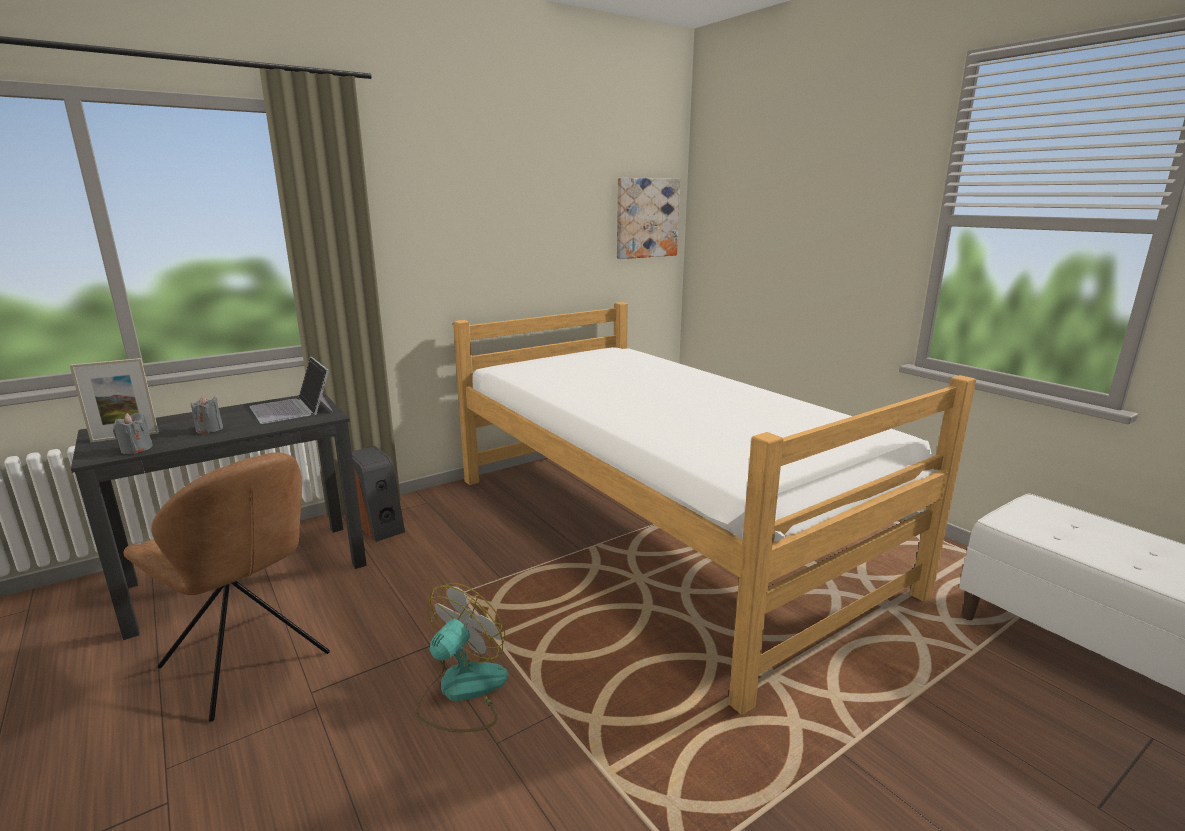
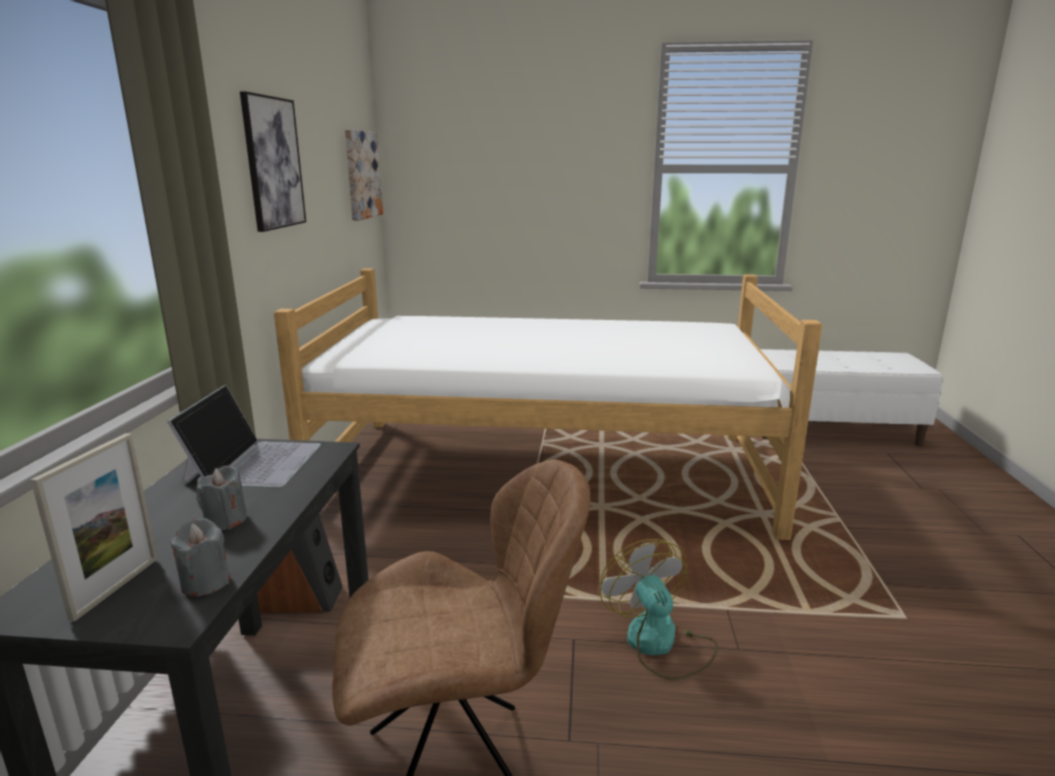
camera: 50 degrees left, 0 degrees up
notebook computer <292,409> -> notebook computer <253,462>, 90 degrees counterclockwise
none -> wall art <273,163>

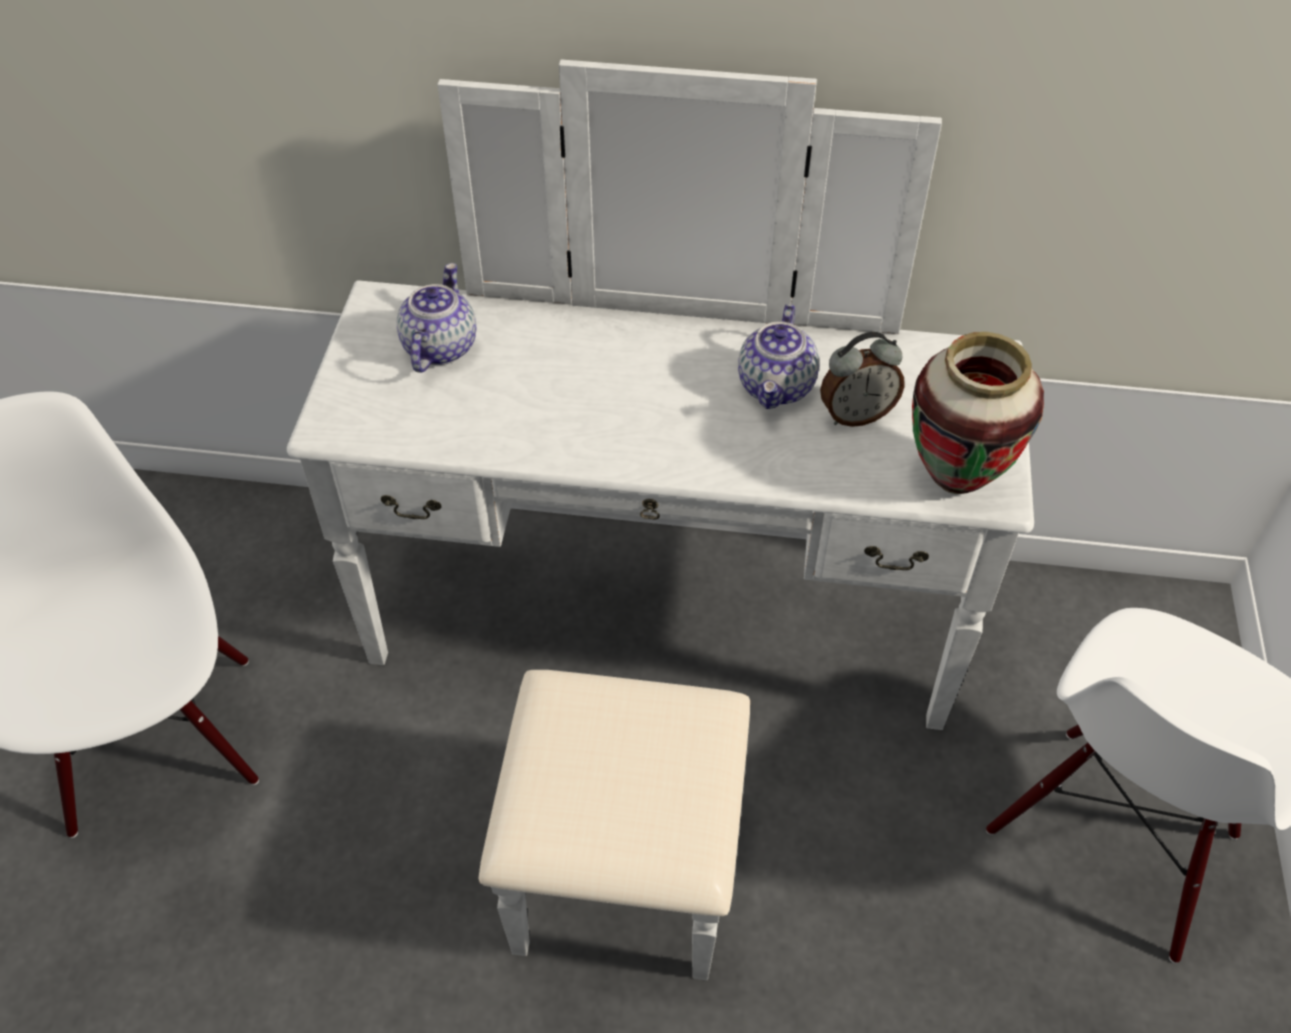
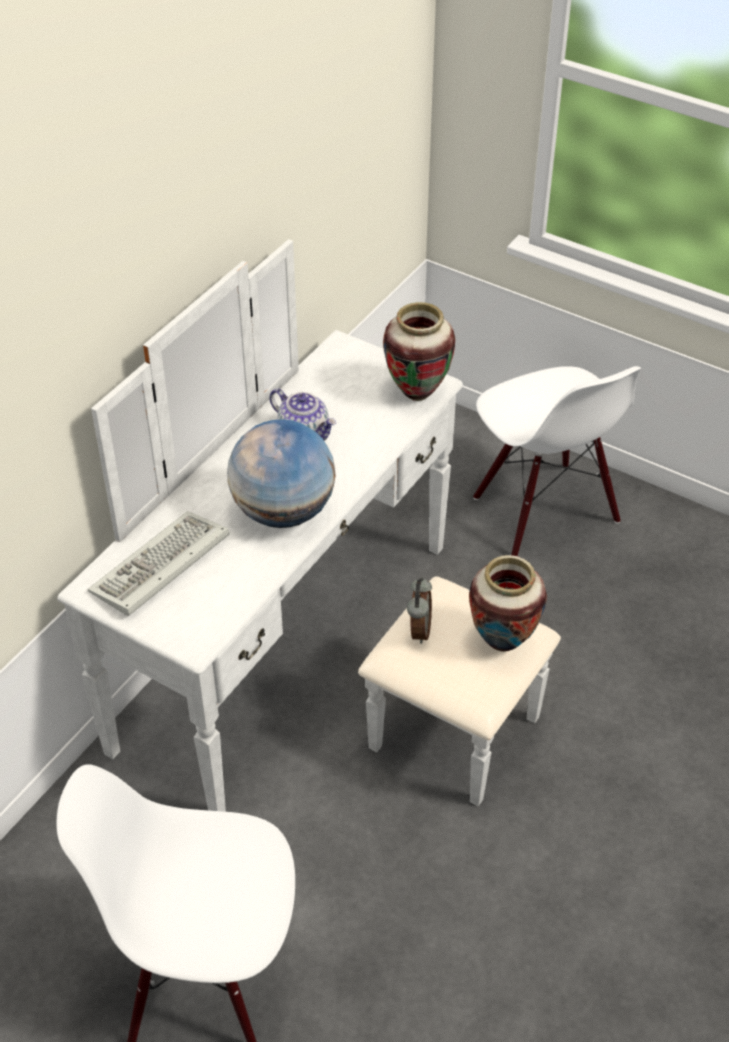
camera: 65 degrees left, 5 degrees down
tea pot <439,346> -> keyboard <159,569>
none -> world globe <284,511>
table clock <856,414> -> table clock <418,630>, relocated
none -> vase <502,642>

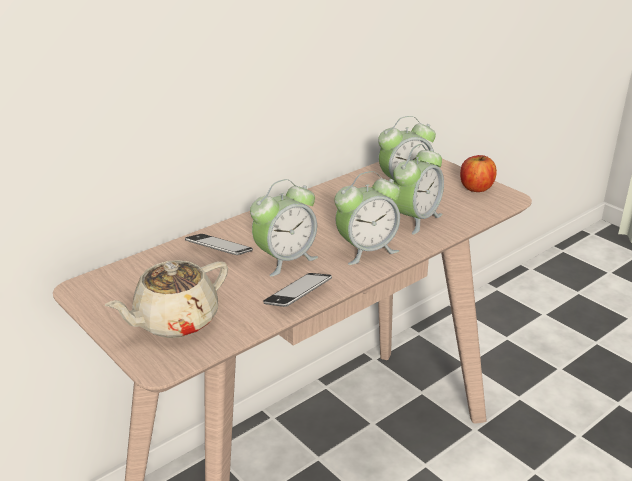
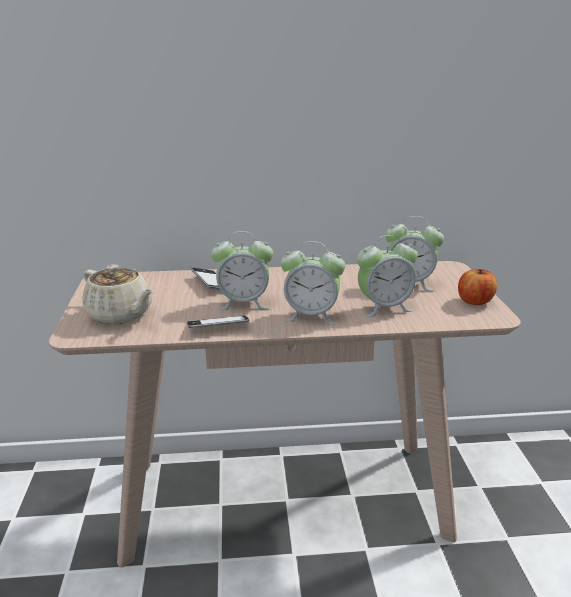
camera: 35 degrees right, 5 degrees down
tea pot/sand-coloured <175,321> -> tea pot/sand-coloured <120,314>, 135 degrees counterclockwise

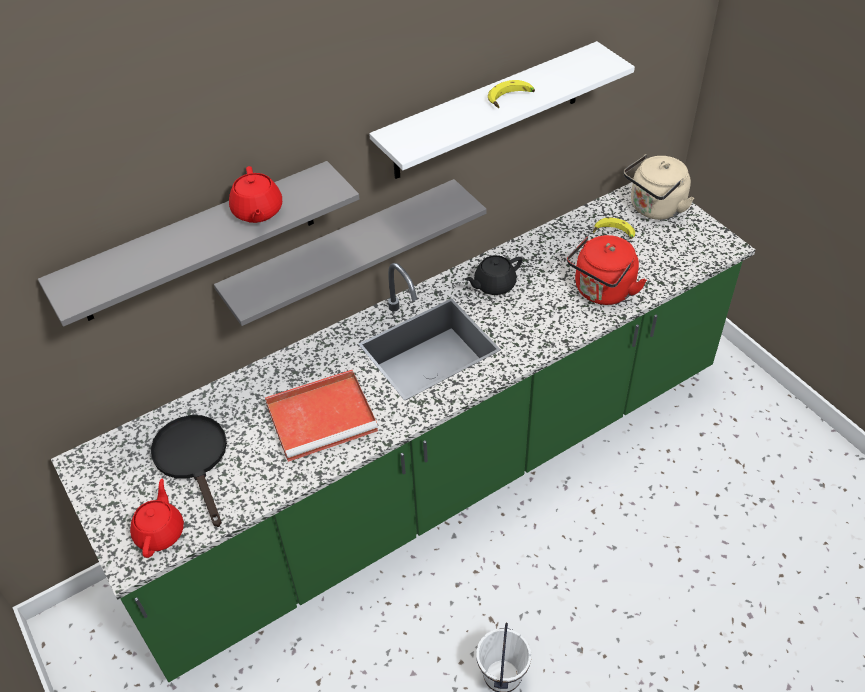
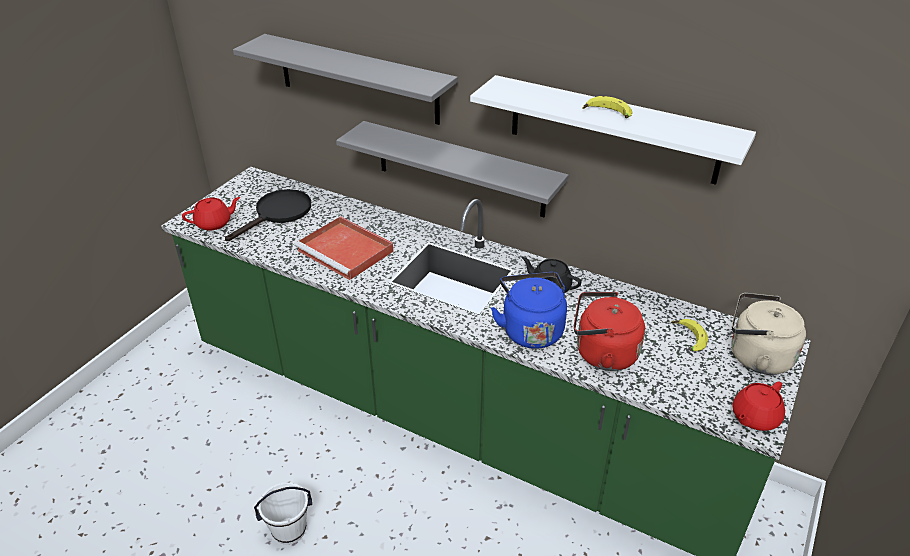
camera: 60 degrees right, 10 degrees down
none -> kettle/blue <530,330>
tea pot/red <257,212> -> tea pot/red <754,417>, relocated

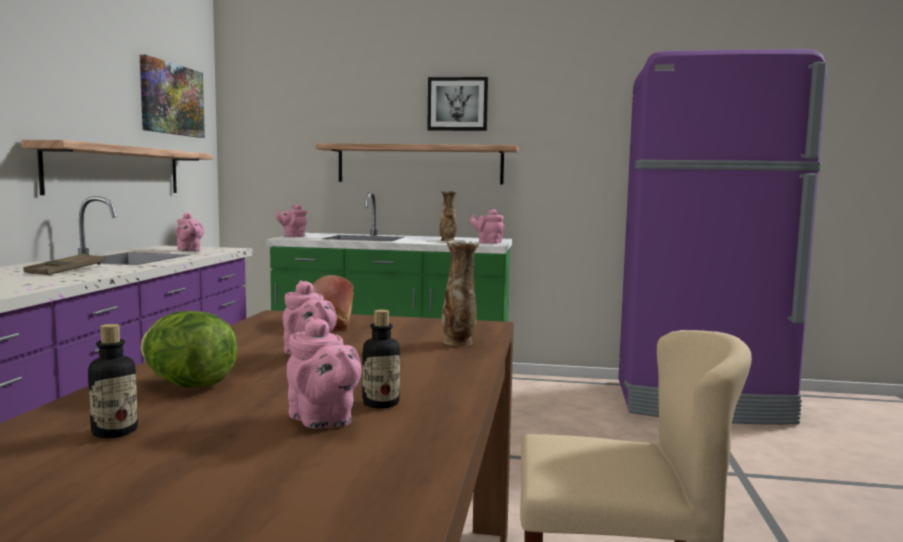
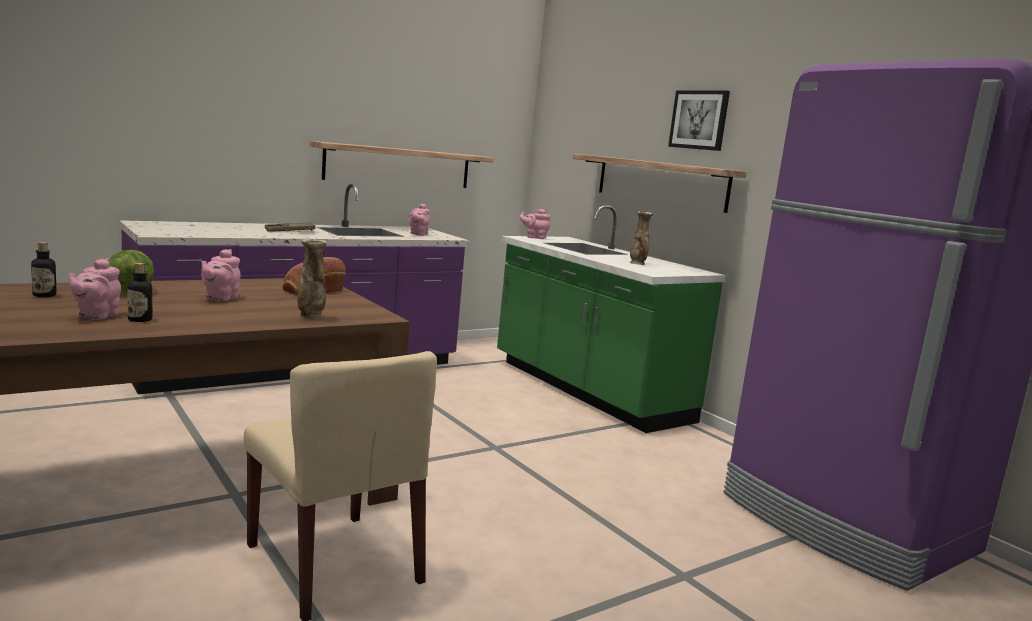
camera: 45 degrees right, 5 degrees up
wall art <171,99> -> none
tea pot/pink-coloured <488,243> -> none

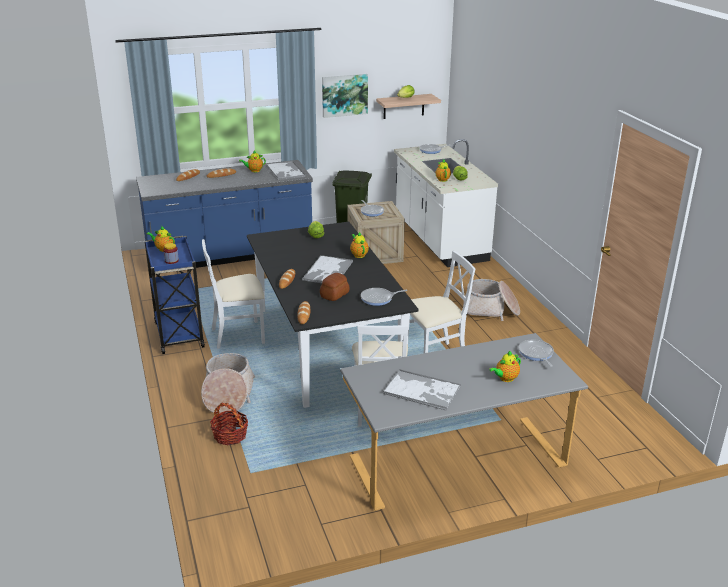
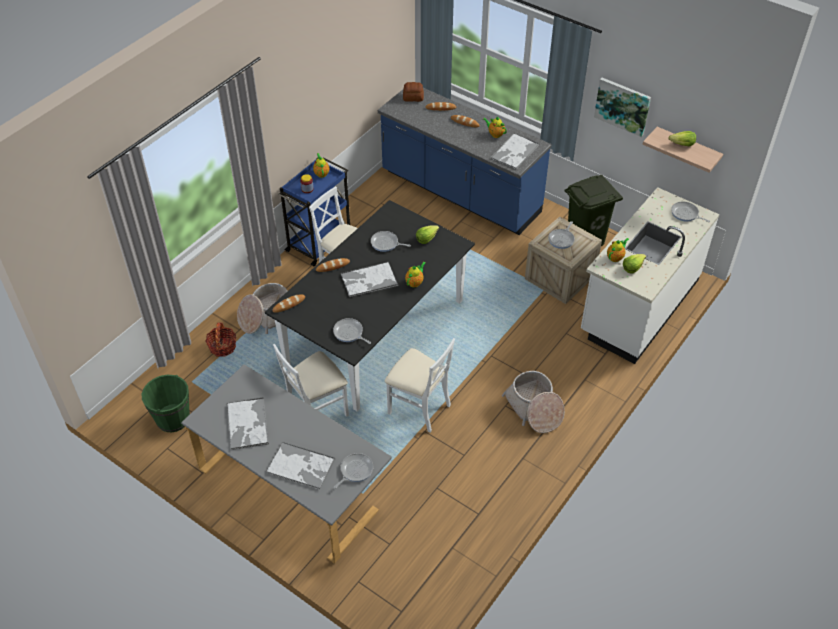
camera: 55 degrees right, 20 degrees up
none -> water bucket/greenish <173,419>
tea pot <505,378> -> serving tray <301,466>
none -> frying pan <386,243>
bakery bread <334,295> -> bakery bread <413,97>, relocated

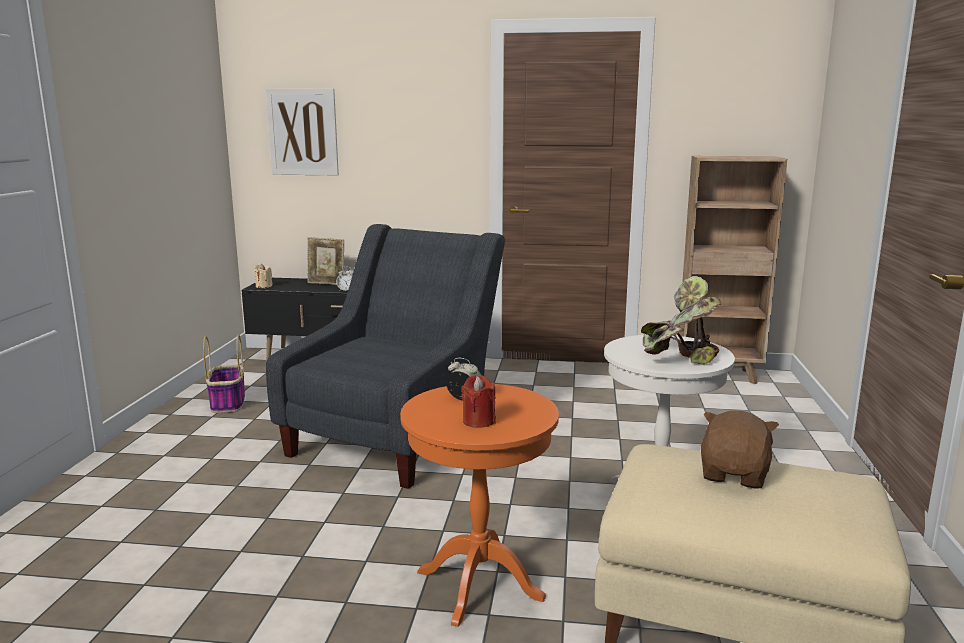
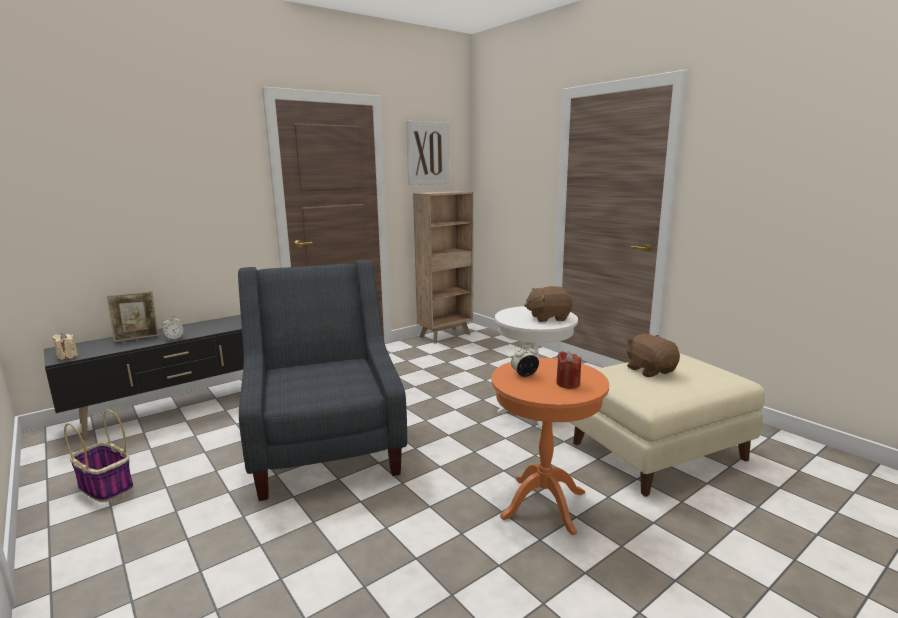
camera: 45 degrees left, 0 degrees up
wall art <303,132> -> wall art <427,153>, relocated
plant in a pot <677,357> -> plush toy/brown <548,318>

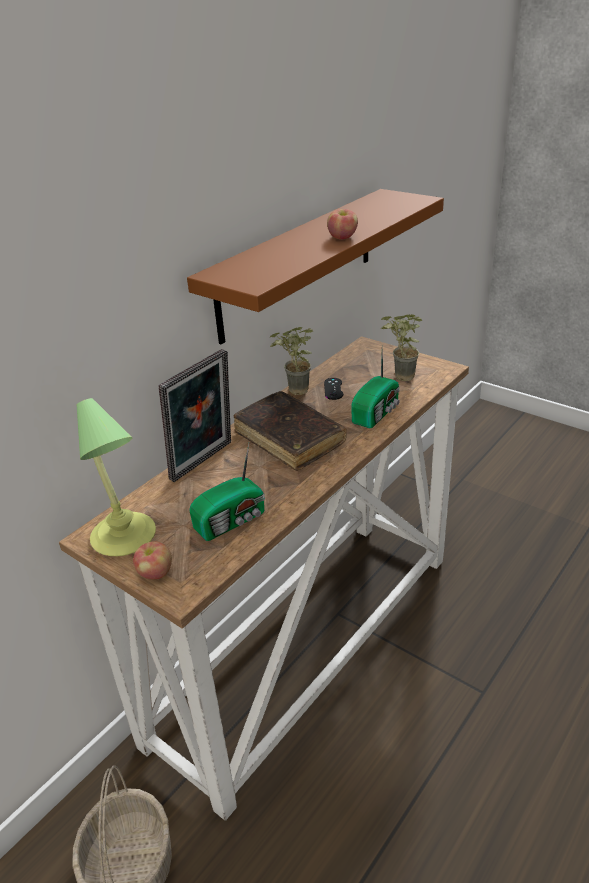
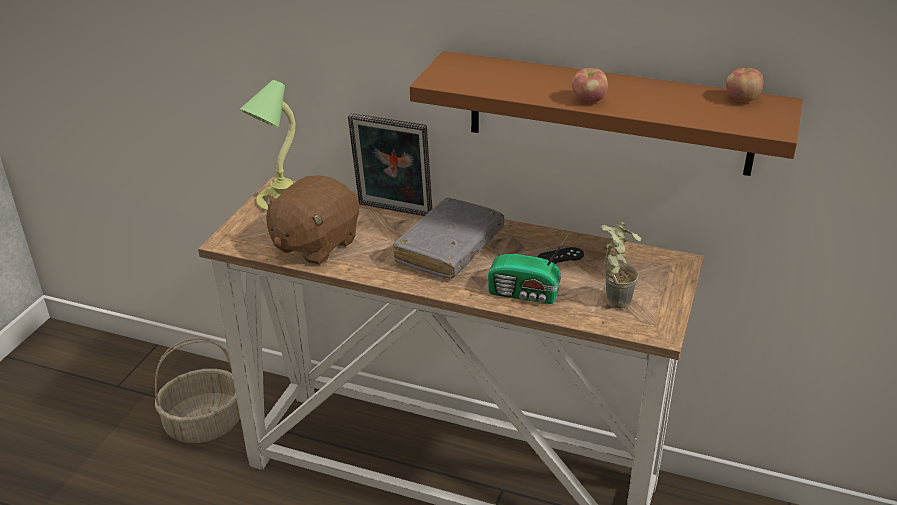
camera: 70 degrees right, 0 degrees up
radio <232,521> -> plush toy/brown <314,244>
book/brown <289,438> -> book/grey <449,248>
whole apple <156,573> -> whole apple <741,99>, relocated
plant in a pot <294,392> -> none

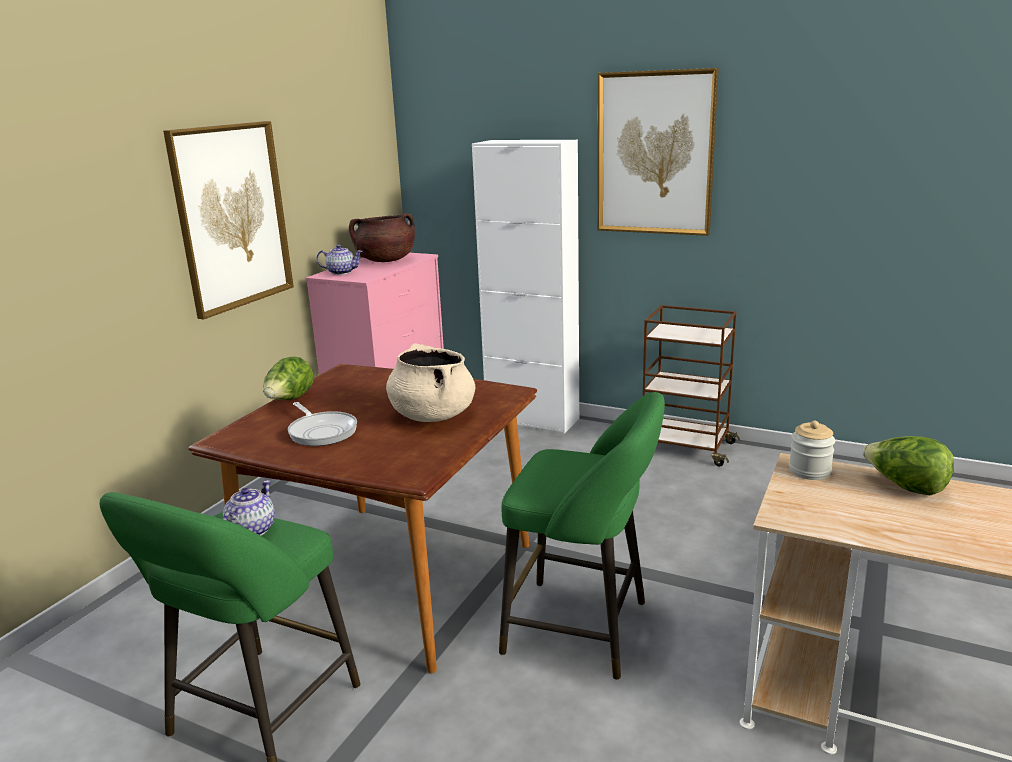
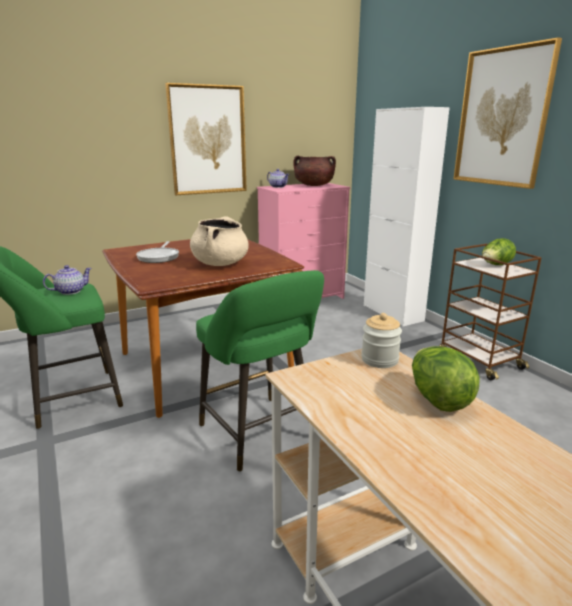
camera: 35 degrees right, 0 degrees up
head of lettuce <289,400> -> head of lettuce <495,265>, relocated

